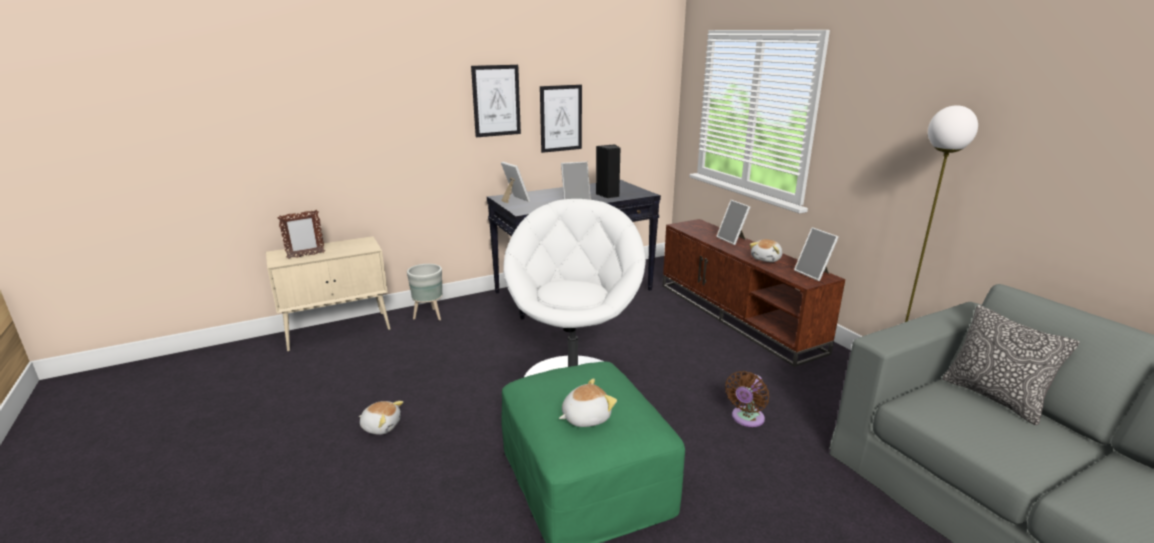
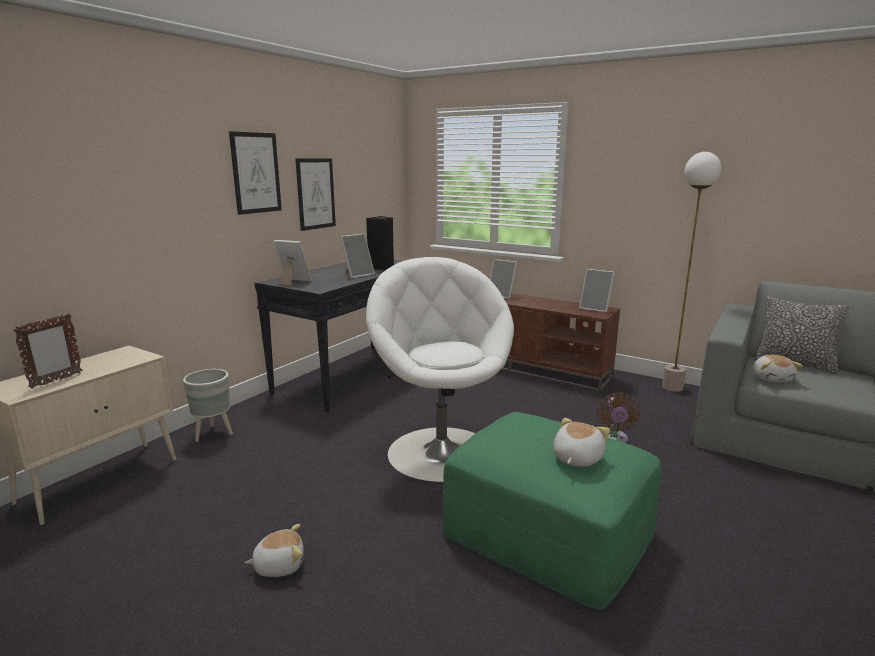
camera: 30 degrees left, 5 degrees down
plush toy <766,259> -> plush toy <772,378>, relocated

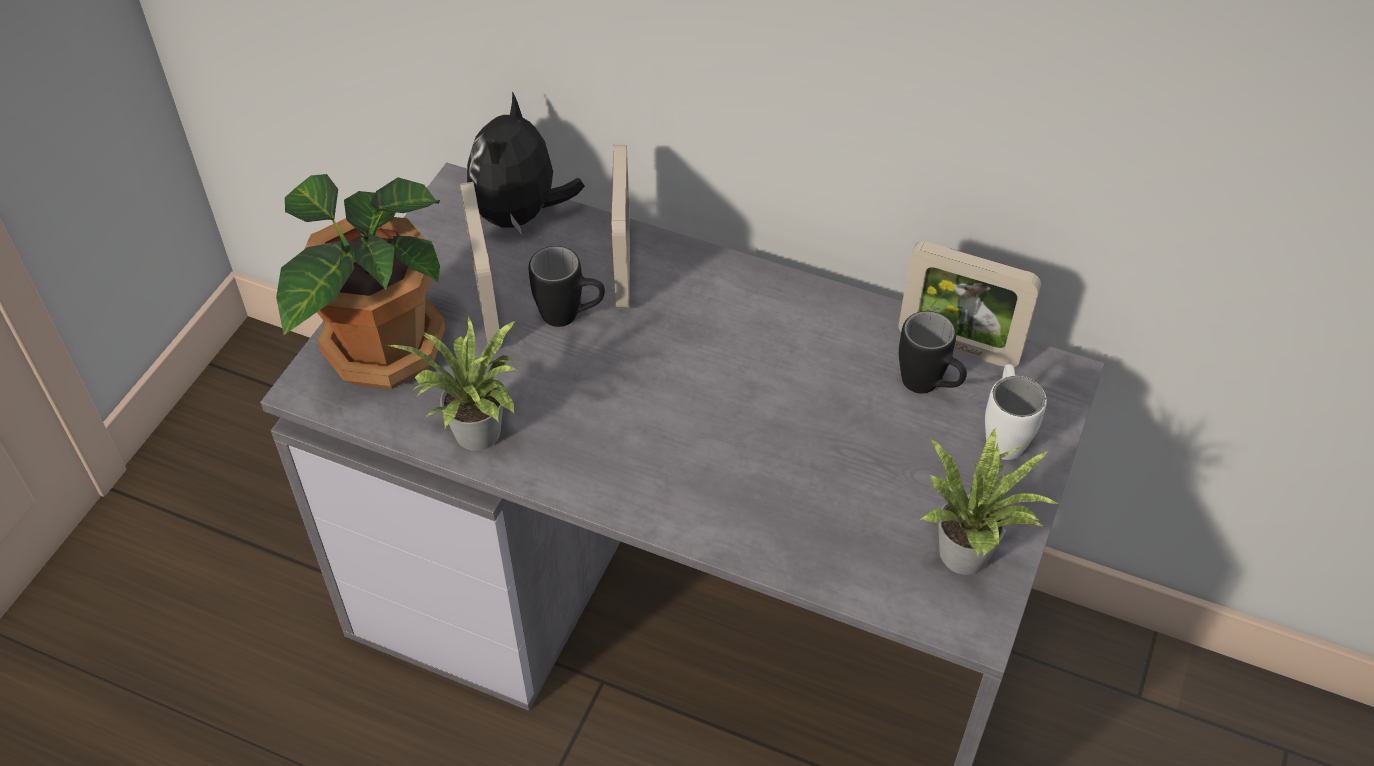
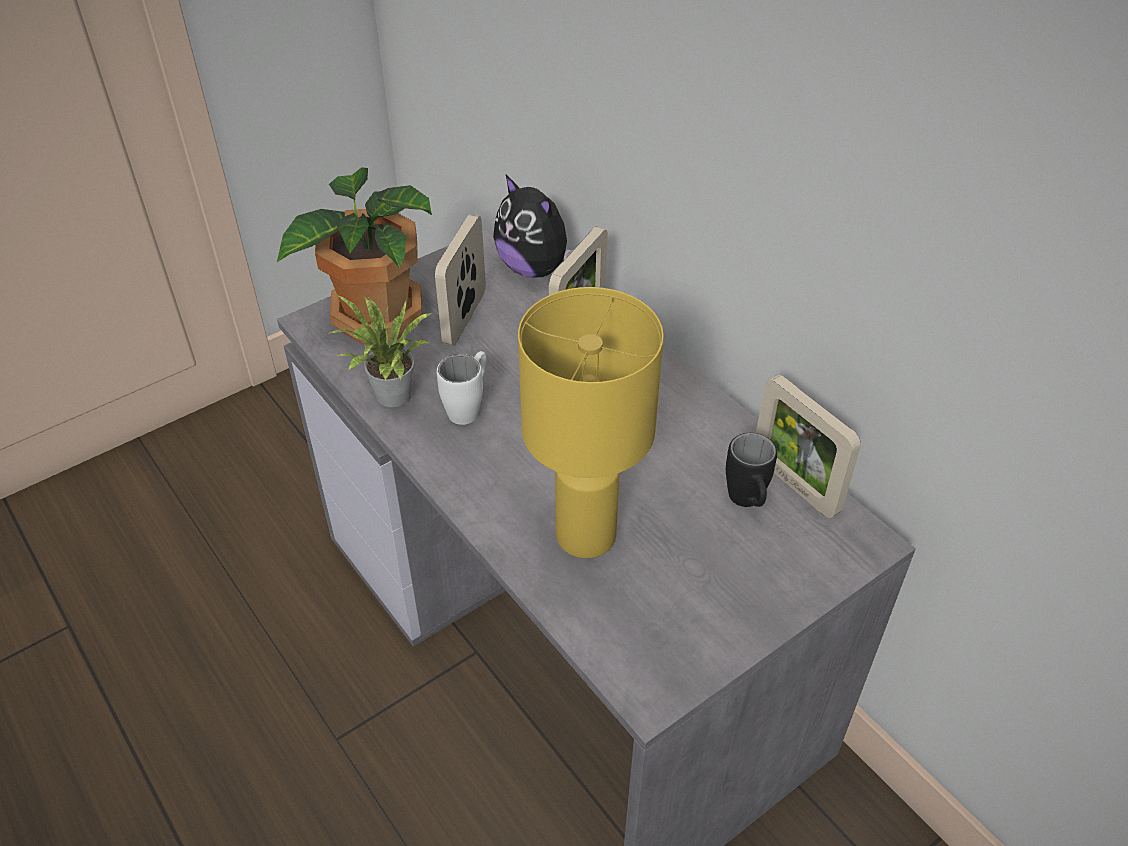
camera: 30 degrees right, 5 degrees down
mug/whitish <1003,434> -> mug/whitish <469,407>, relocated
plush toy <521,215> -> plush toy <535,268>, 90 degrees counterclockwise
none -> lamp for a table/yellow <585,533>
mug/black <571,317> -> none
plant in a pot <970,553> -> none

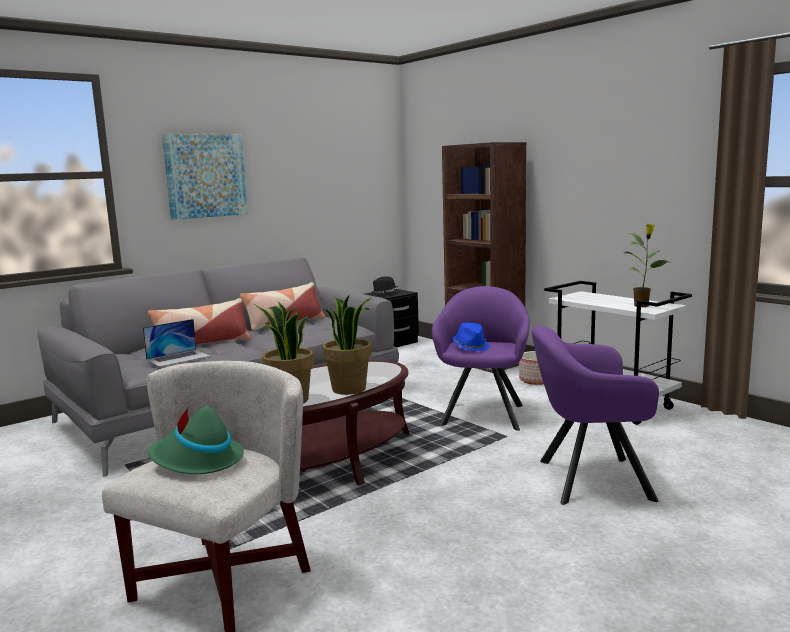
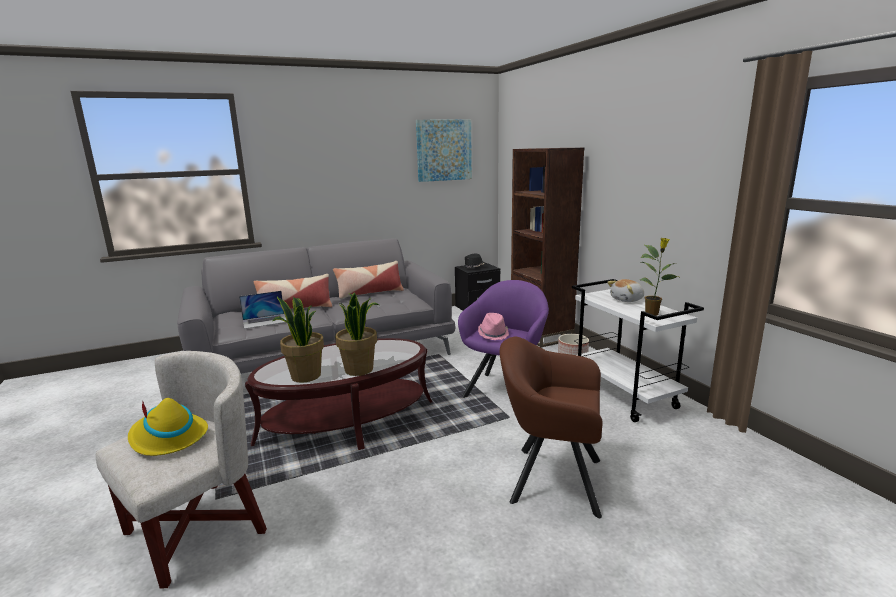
camera: 15 degrees right, 5 degrees up
hat/greenish <196,461> -> hat/yellow <168,437>
wall art <205,175> -> wall art <444,150>, relocated
hat/blue <471,346> -> hat/pink-coloured <493,334>
armchair/purple <587,479> -> armchair/brown <550,478>
none -> plush toy <627,300>

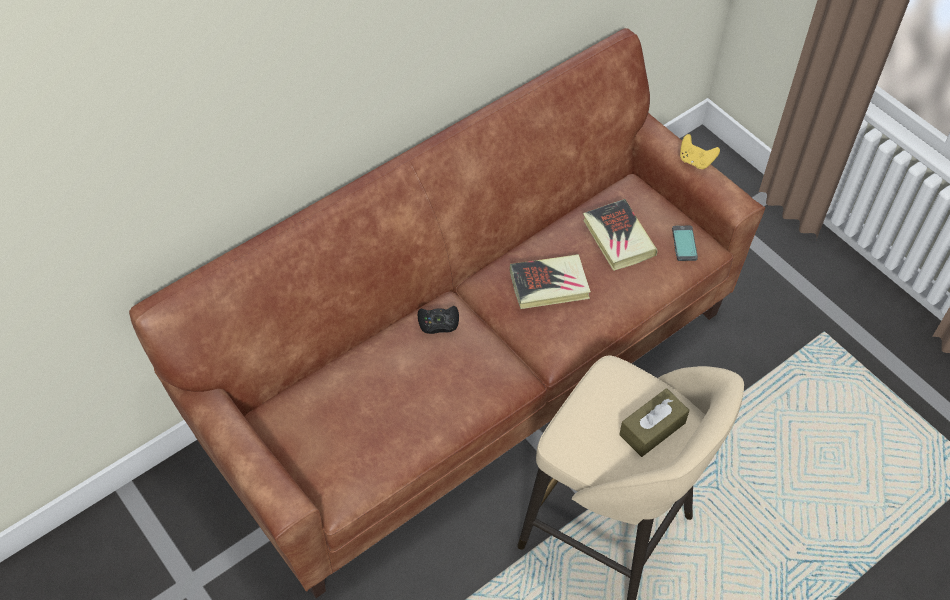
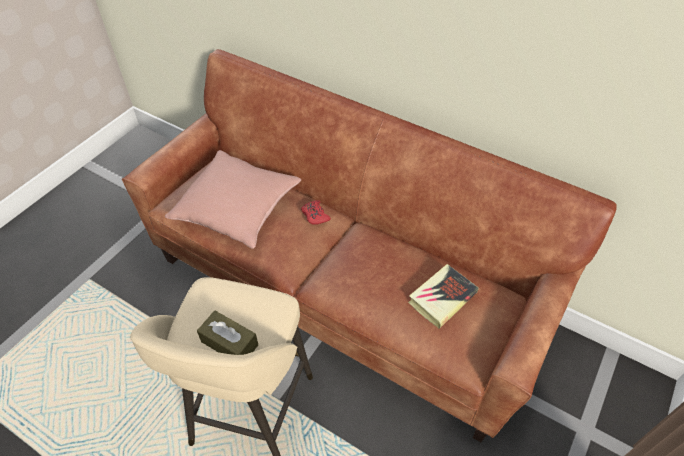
camera: 70 degrees right, 5 degrees down
none -> pillow/pink-coloured <237,208>
game controller/black <438,323> -> game controller/red <315,215>
book <549,285> -> none
phone <684,244> -> none
game controller/yellow <695,161> -> none

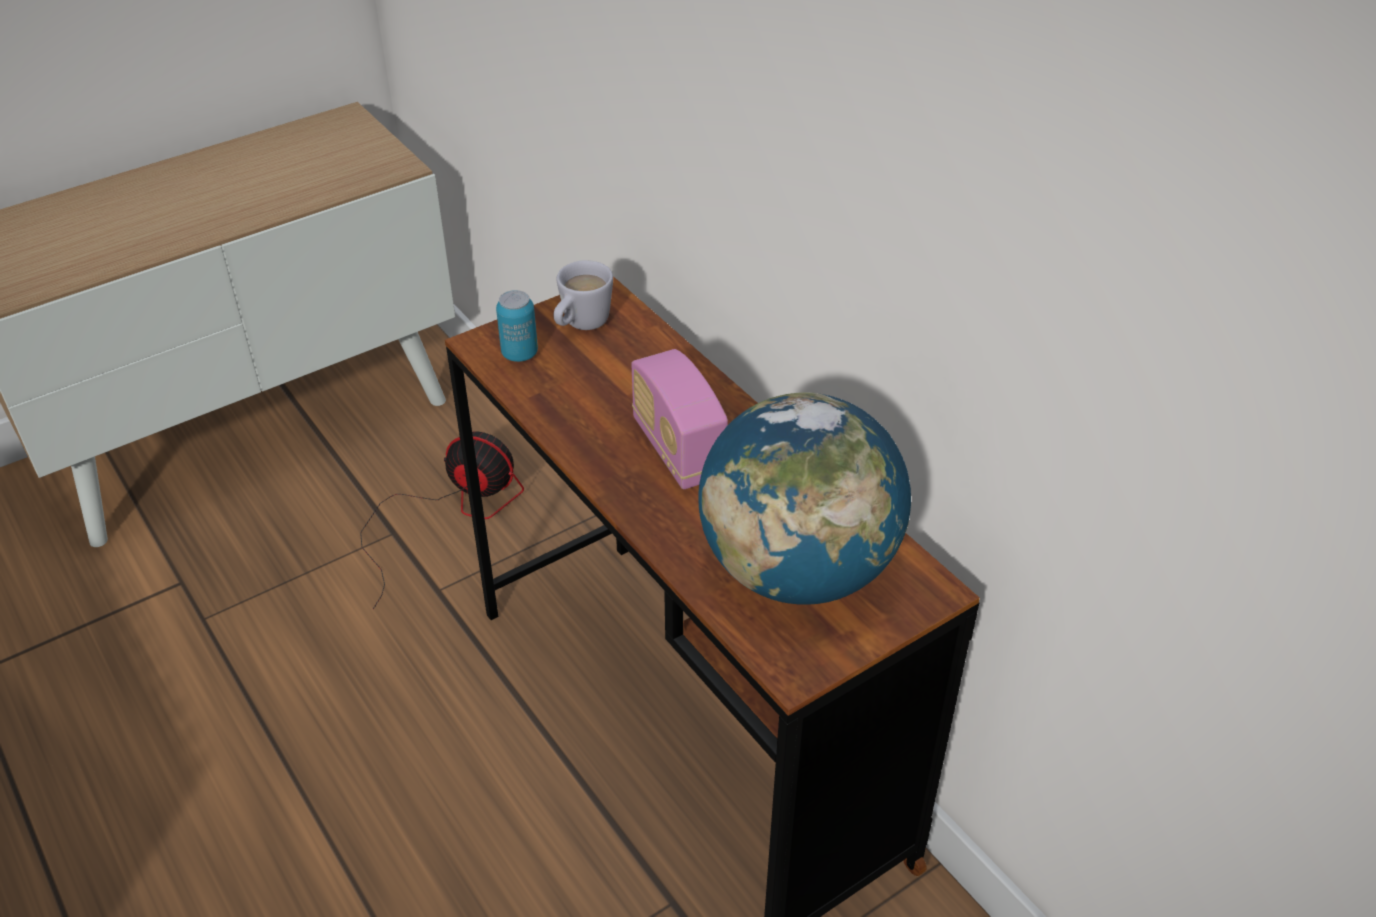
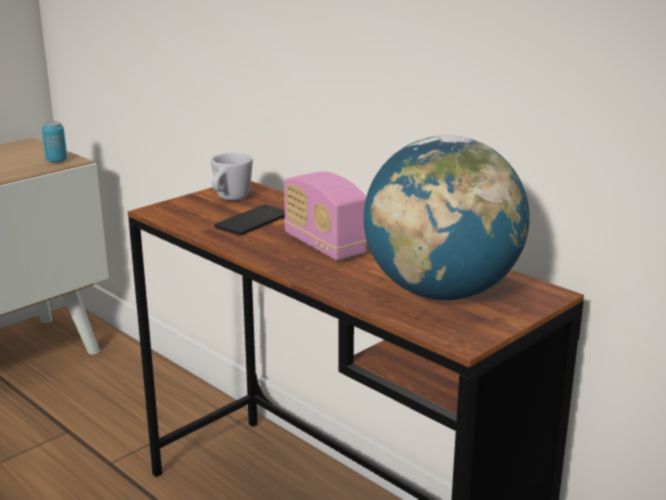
camera: 10 degrees left, 20 degrees down
metal can <519,354> -> metal can <56,160>, relocated
none -> phone <253,221>
electric fan <450,513> -> none

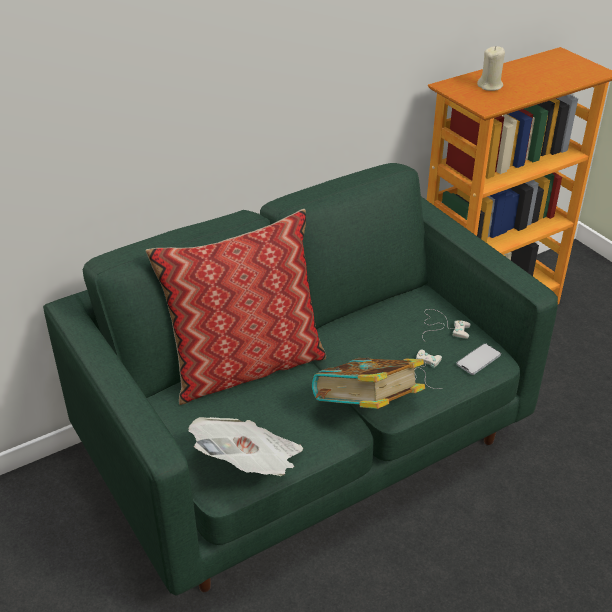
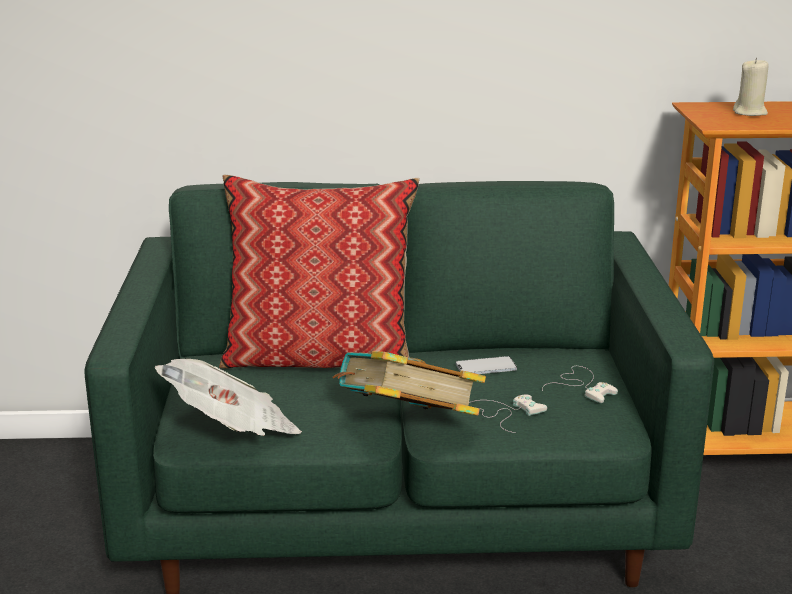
camera: 30 degrees right, 15 degrees down
phone <478,360> -> phone <486,367>, relocated

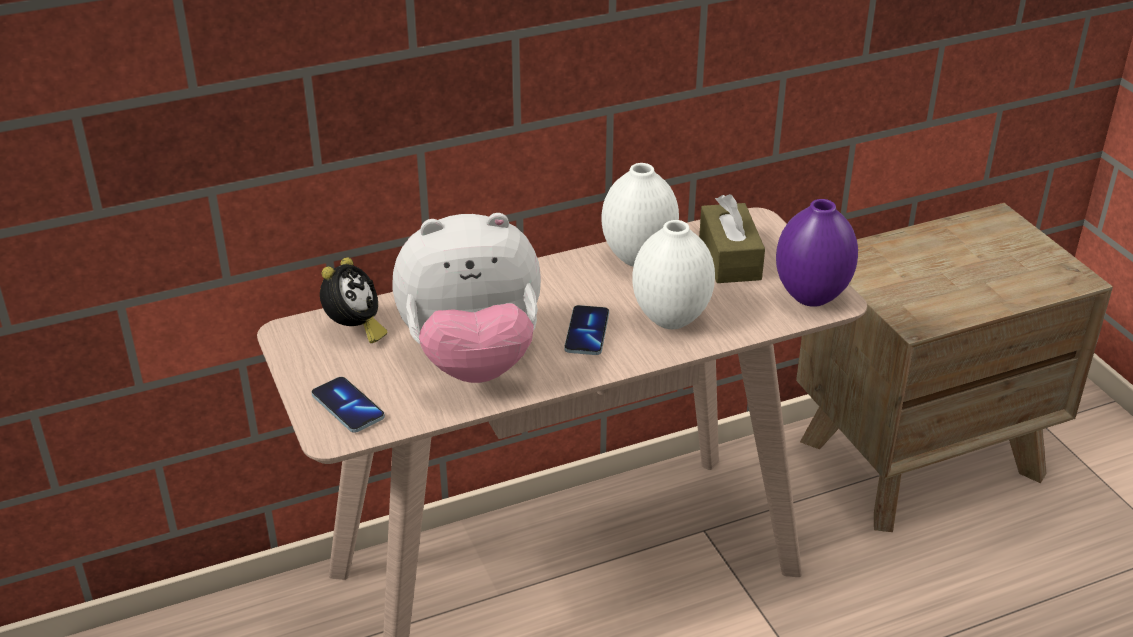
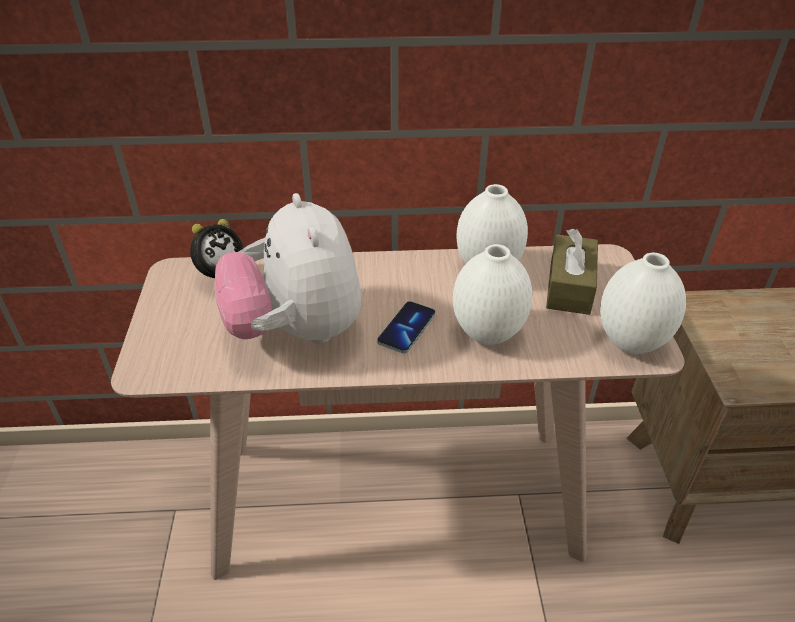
camera: 20 degrees right, 5 degrees up
plush toy <472,359> -> plush toy <296,330>, 60 degrees clockwise
vase/purple <810,296> -> vase/whitish <630,342>
phone <348,407> -> none

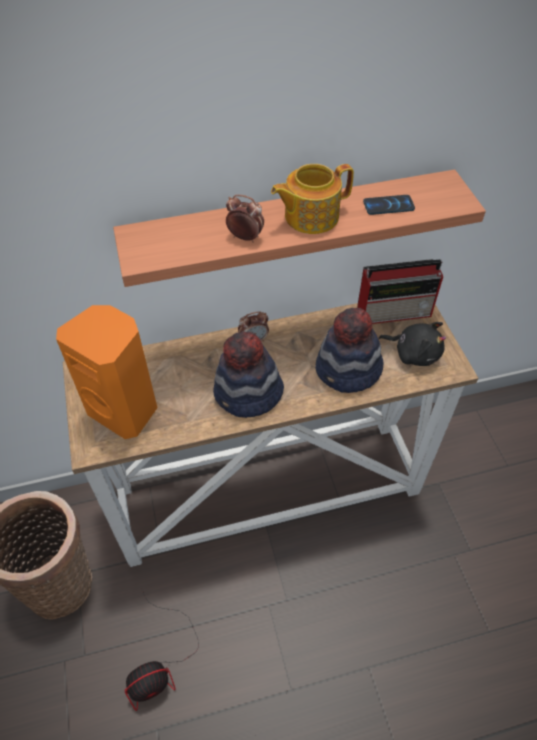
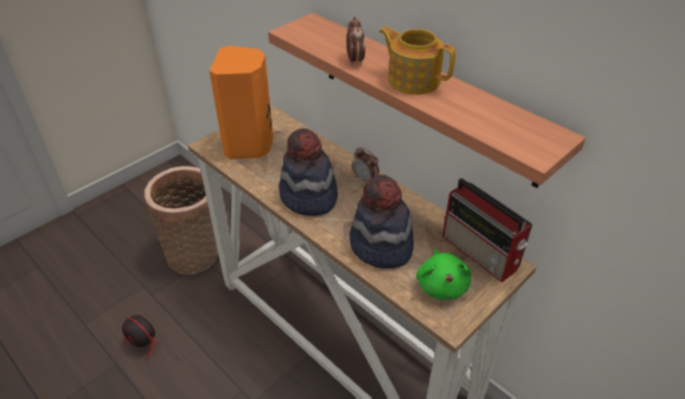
camera: 60 degrees right, 10 degrees down
plush toy/black <414,353> -> plush toy/greenish <442,285>
phone <388,206> -> none

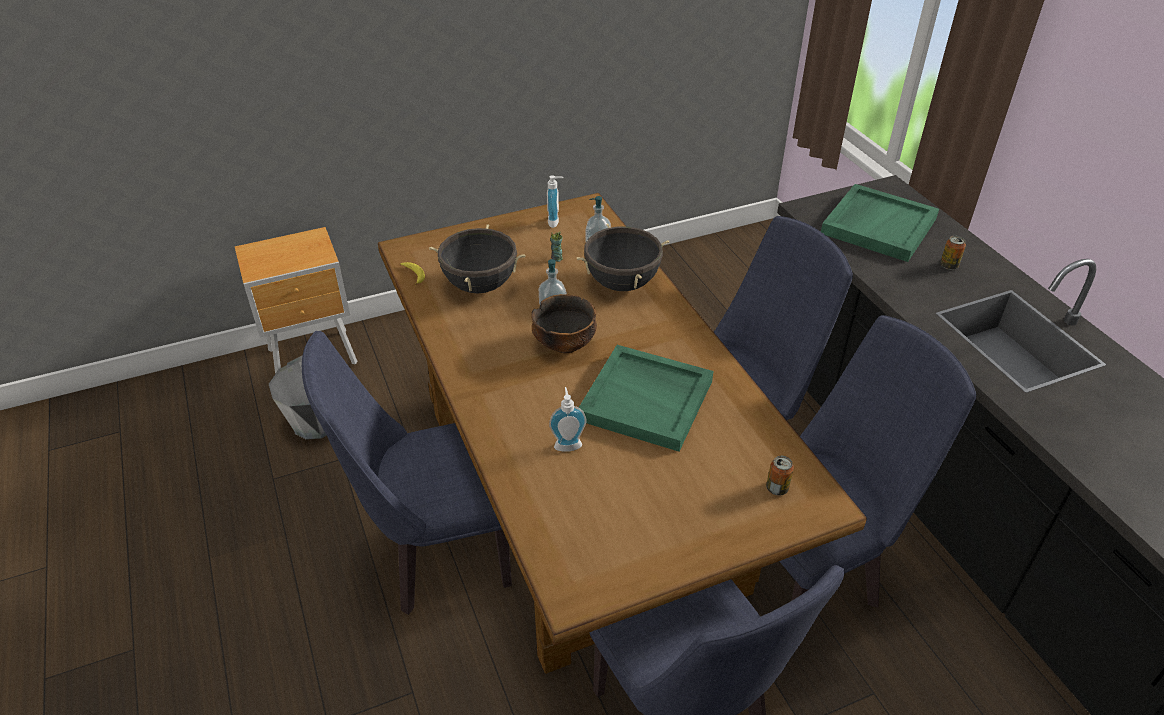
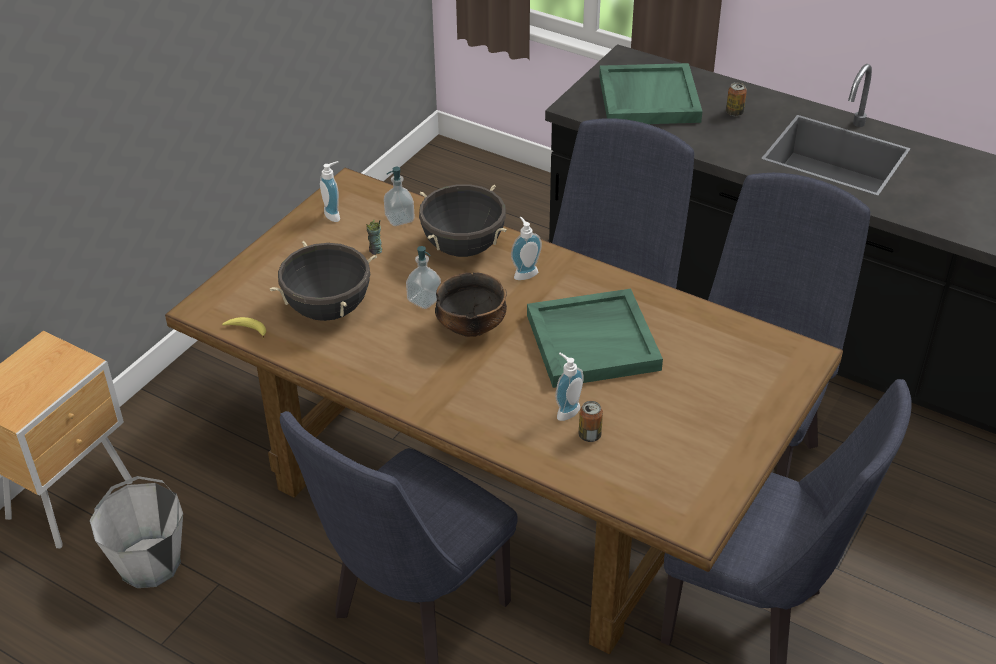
camera: 35 degrees left, 0 degrees up
none -> soap dispenser <524,273>
metal can <777,488> -> metal can <589,435>, relocated

